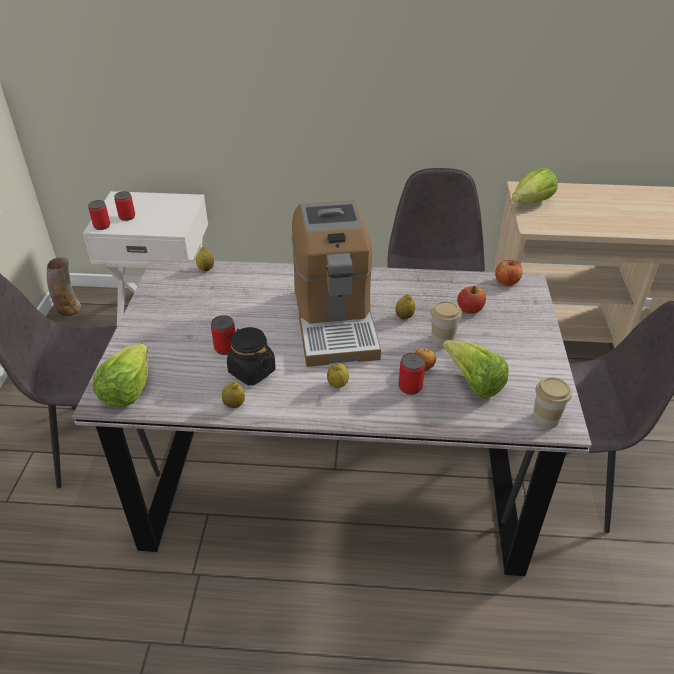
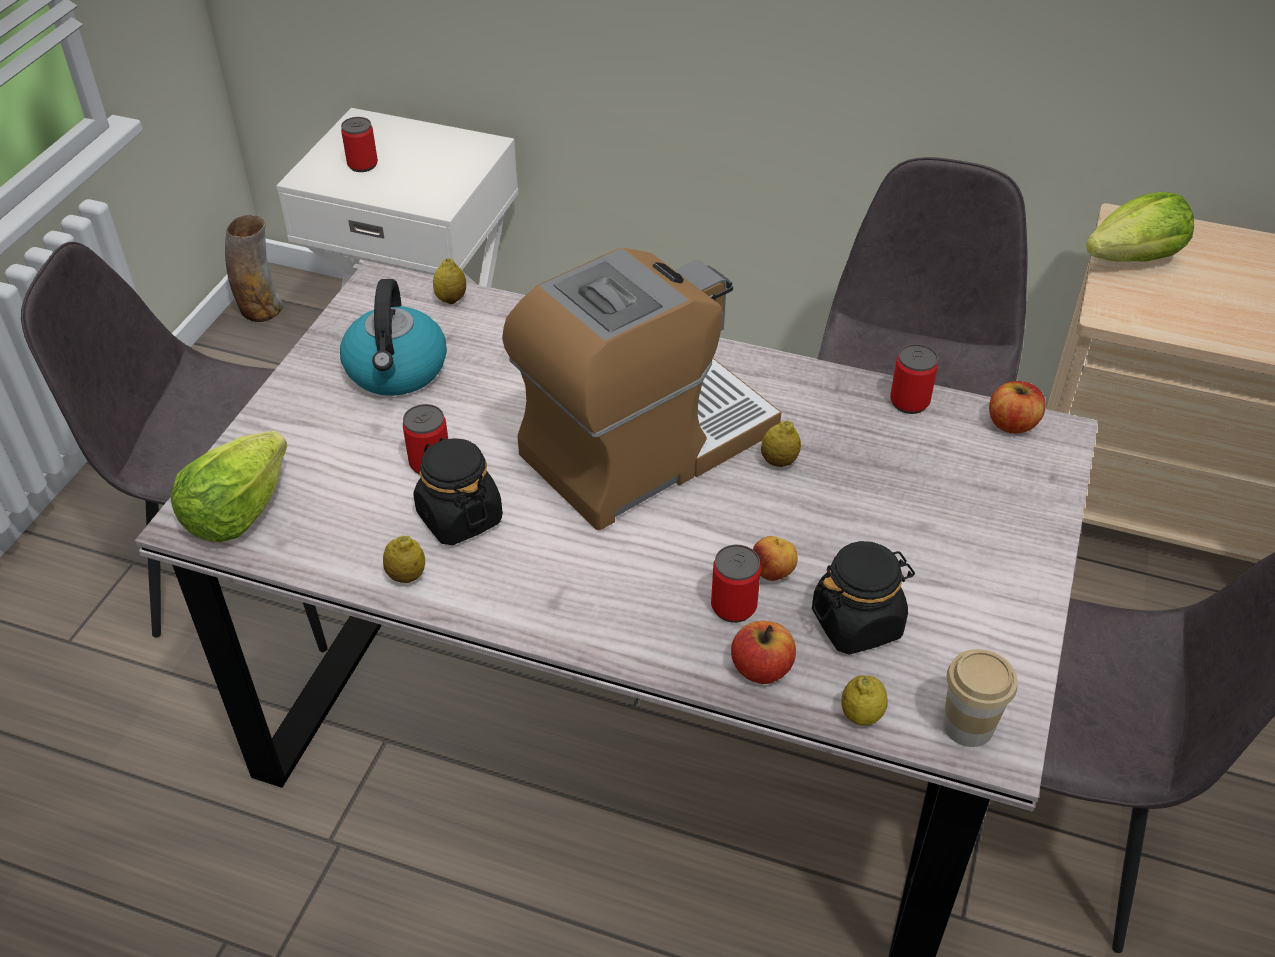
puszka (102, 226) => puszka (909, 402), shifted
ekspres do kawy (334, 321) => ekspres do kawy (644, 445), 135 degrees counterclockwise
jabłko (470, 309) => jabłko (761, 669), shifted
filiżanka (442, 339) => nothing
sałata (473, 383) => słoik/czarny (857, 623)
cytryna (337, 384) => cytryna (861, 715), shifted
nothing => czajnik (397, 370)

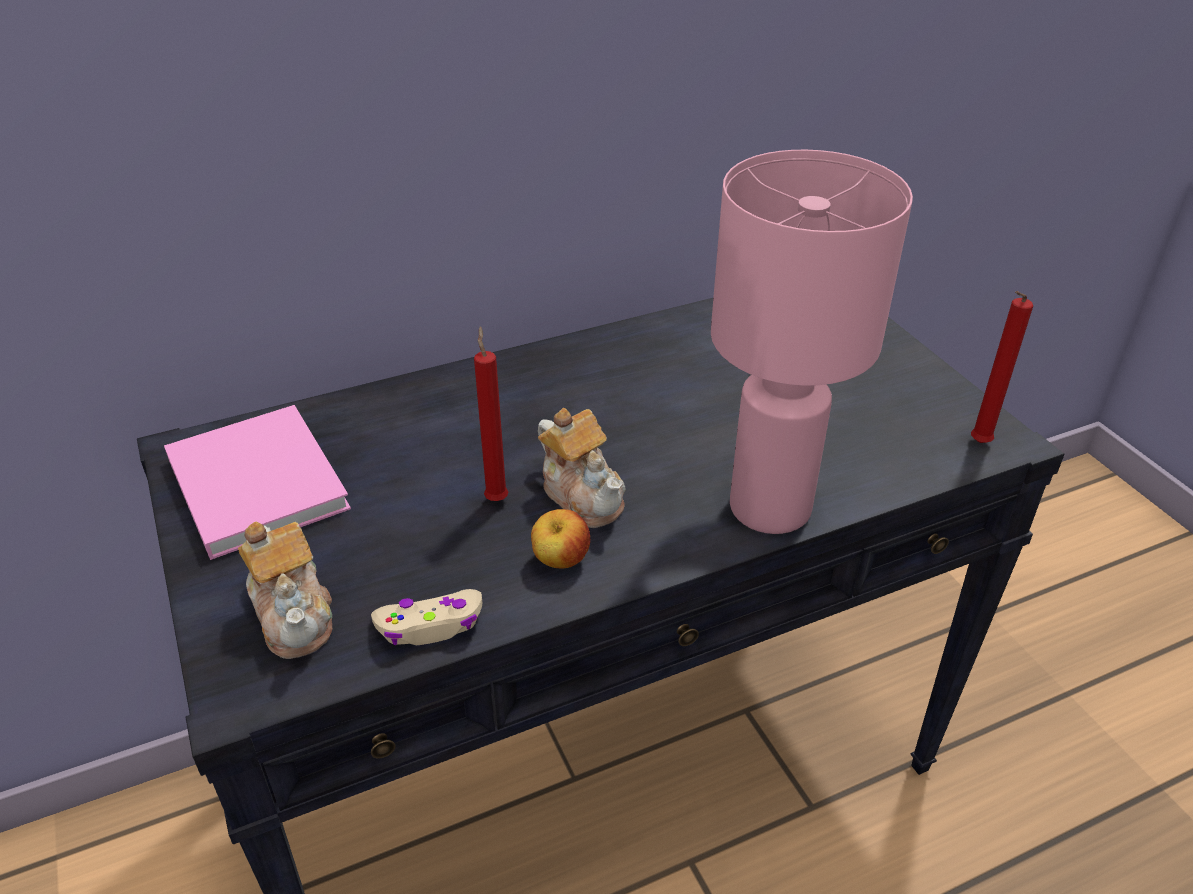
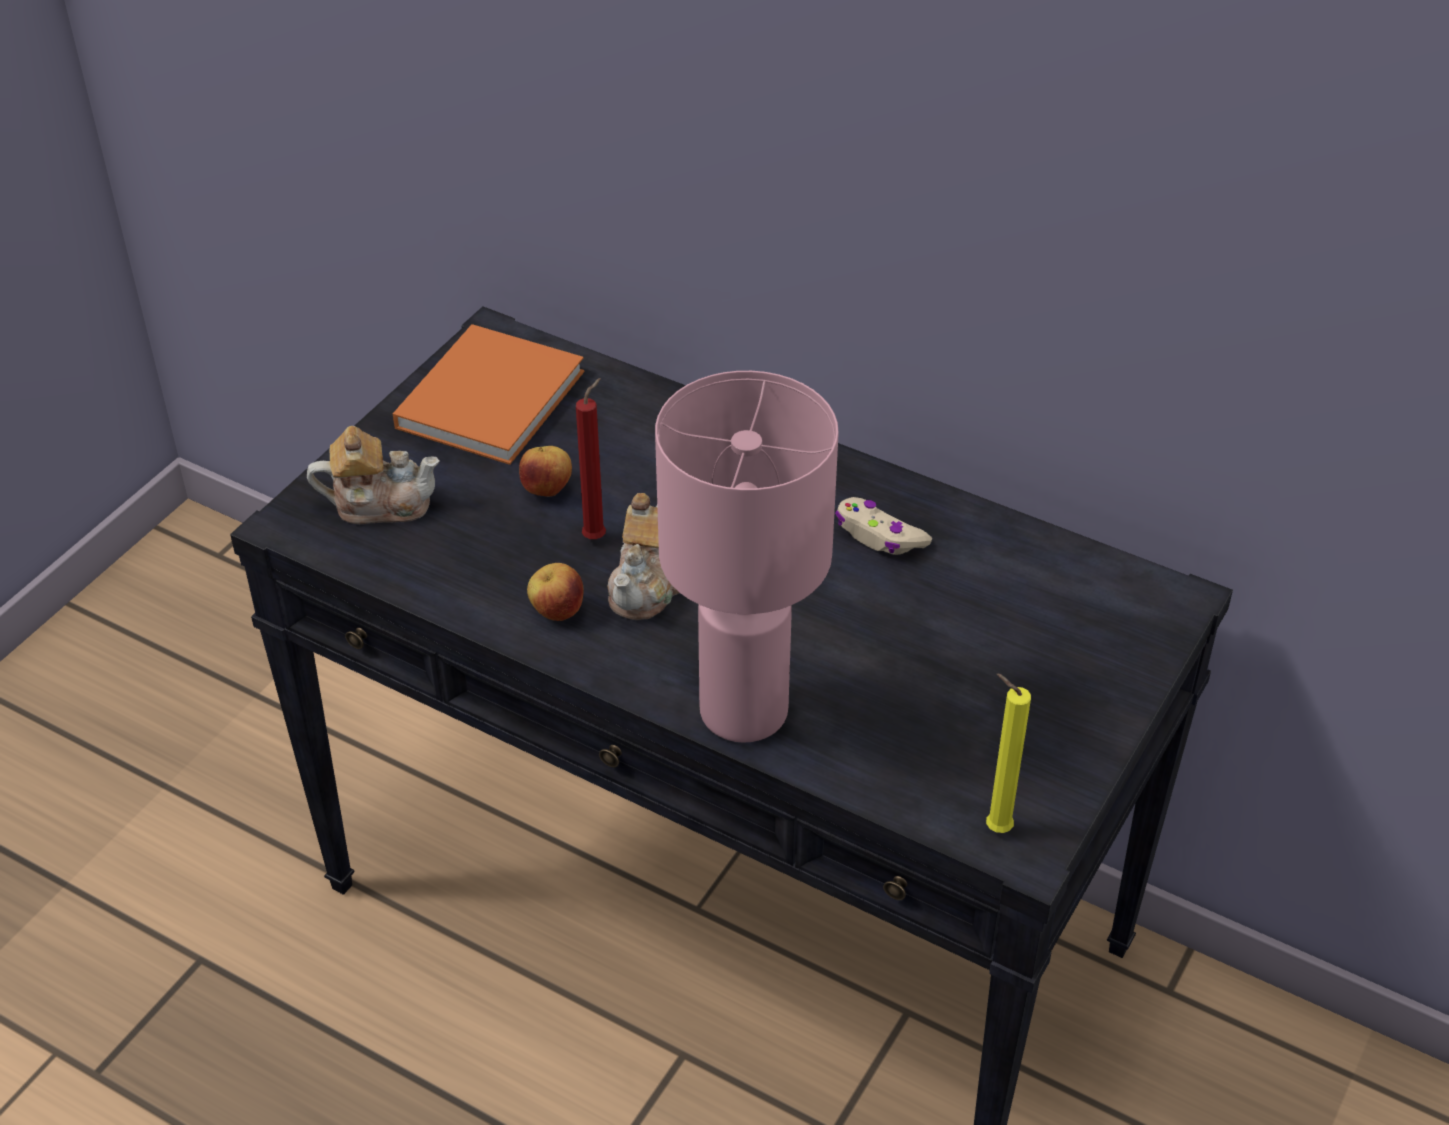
świeca/czerwony (977, 444) => świeca/żółty (994, 828)
książka/różowy (255, 480) => książka/pomarańczowy (493, 396)
imbryk (295, 615) => imbryk (380, 503), 120 degrees counterclockwise
pad do gier/beżowy (431, 625) => pad do gier/beżowy (879, 536), shifted
nothing => jabłko (547, 490)

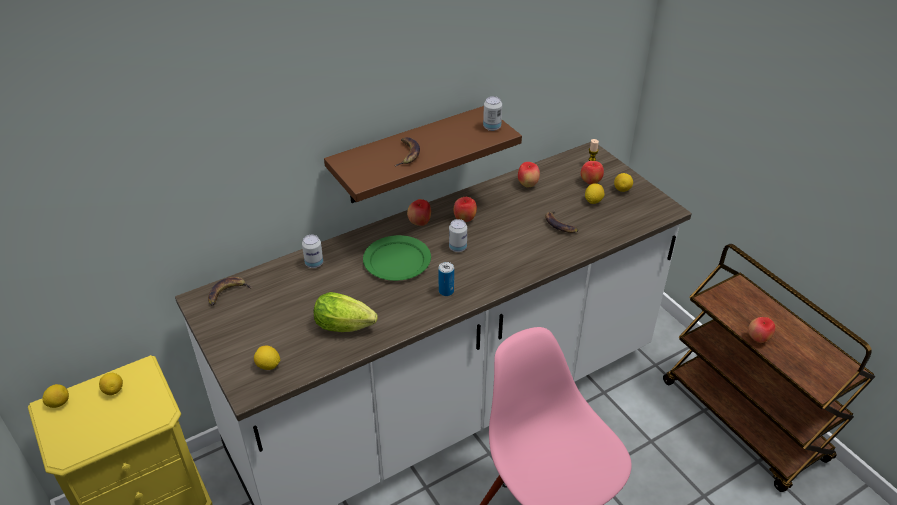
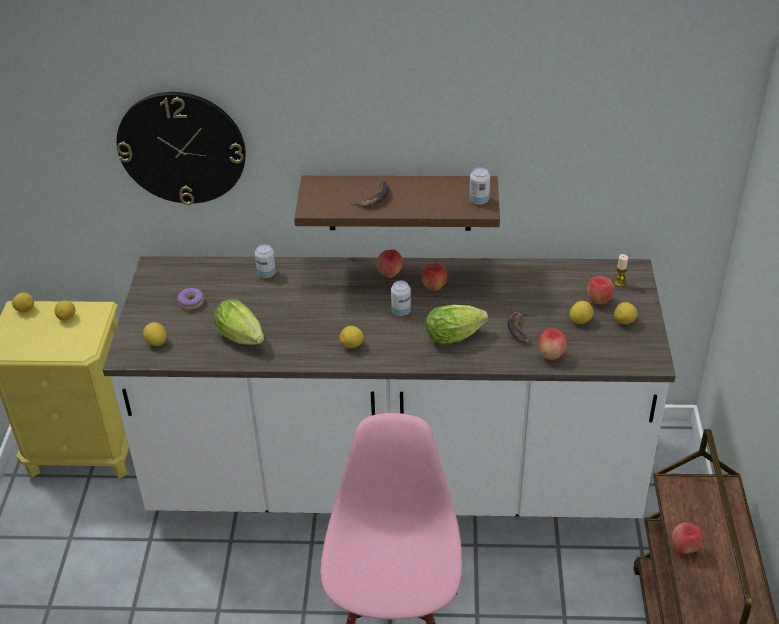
jabłko (528, 185) => jabłko (551, 356), shifted
talerz/zielony (397, 261) => nothing
puszka (446, 291) => cytryna (352, 345)
banan (227, 293) => nothing
nothing => zegar ścienny (182, 147)
nothing => donut (191, 302)
nothing => sałata (457, 336)

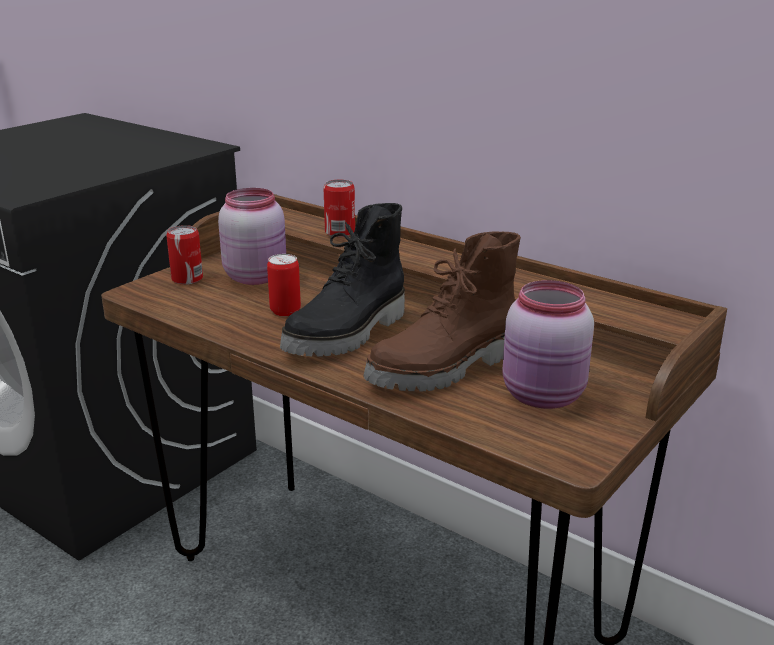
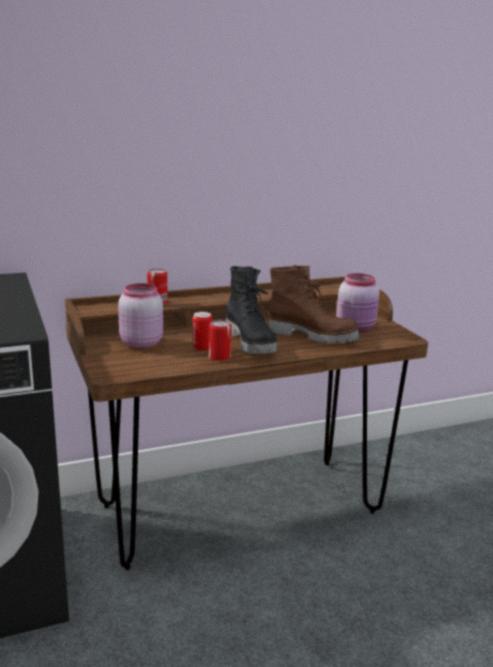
puszka (187, 279) => puszka (219, 357), shifted
but z cholewką/brązowy (445, 369) => but z cholewką/brązowy (312, 336), 60 degrees counterclockwise

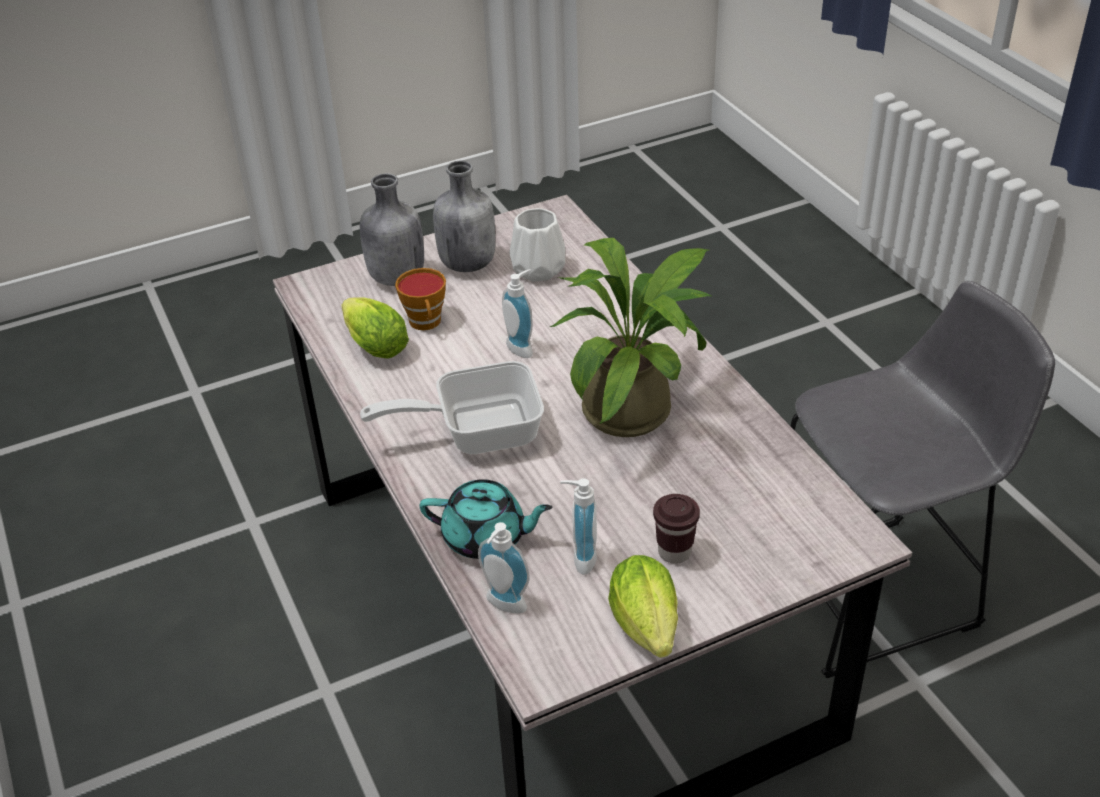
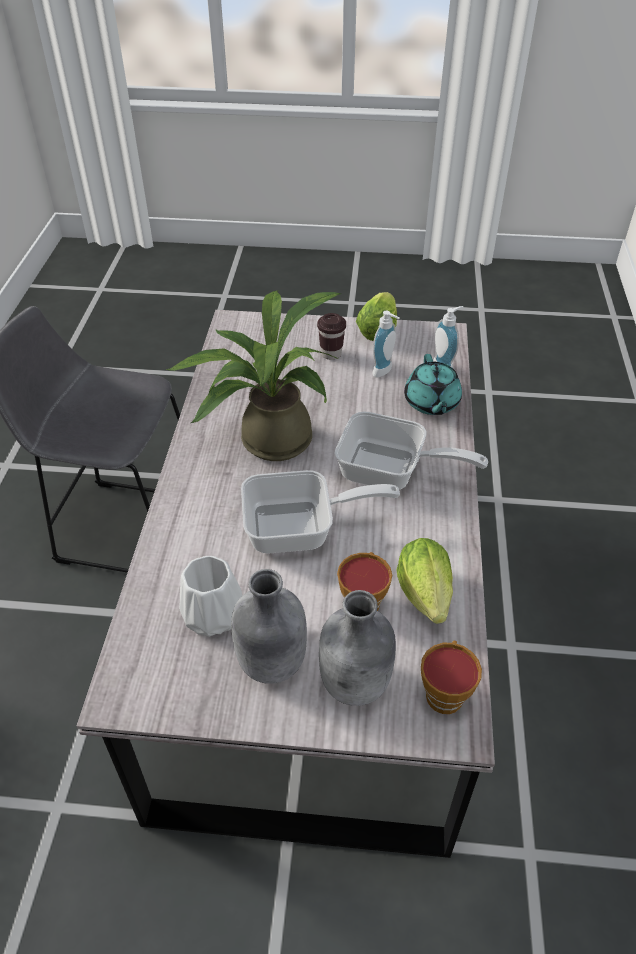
dozownik mydła (522, 347) => patelnia (301, 530)
imbryk/turkusowy (486, 537) => imbryk/turkusowy (431, 403), 135 degrees counterclockwise
nothing => filiżanka (444, 692)

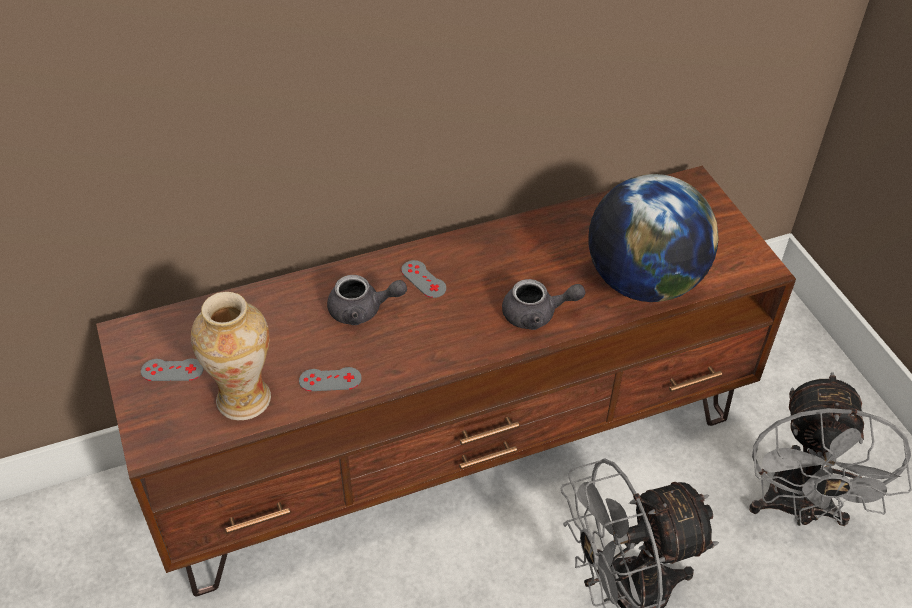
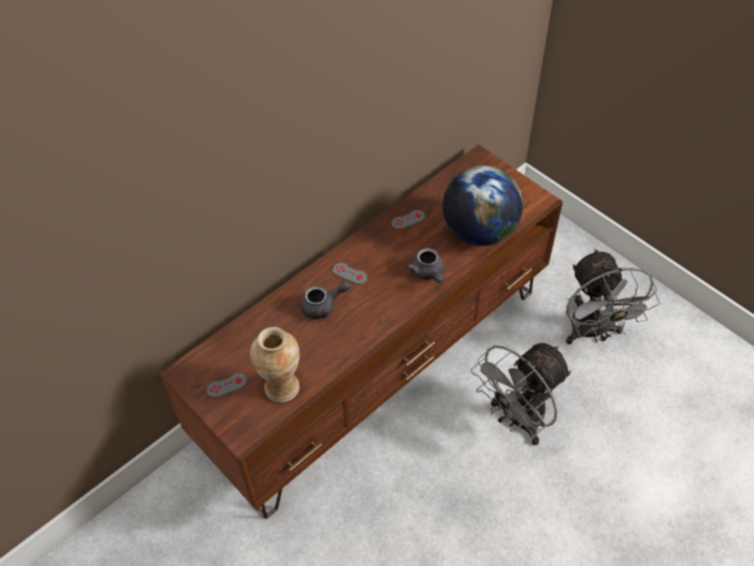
imbryk/szary (537, 315) => imbryk/szary (428, 273), 90 degrees clockwise
pad do gier/szary (330, 379) => pad do gier/szary (408, 219), shifted

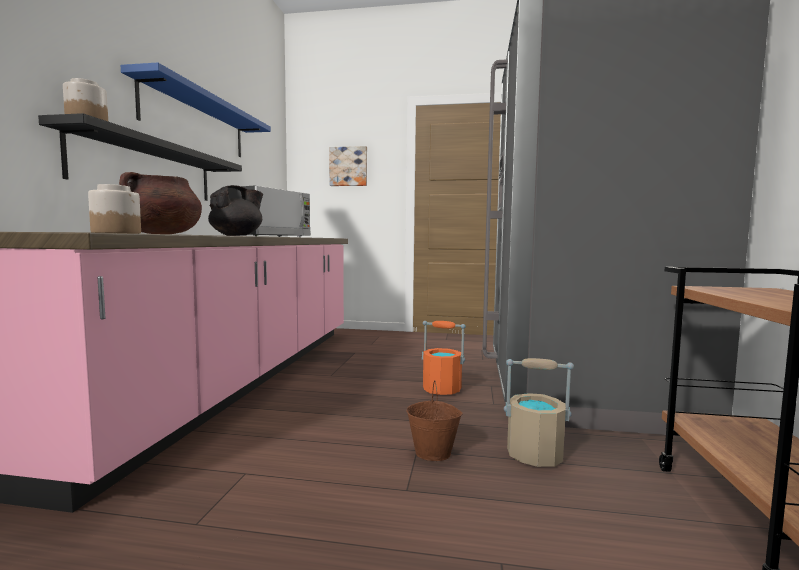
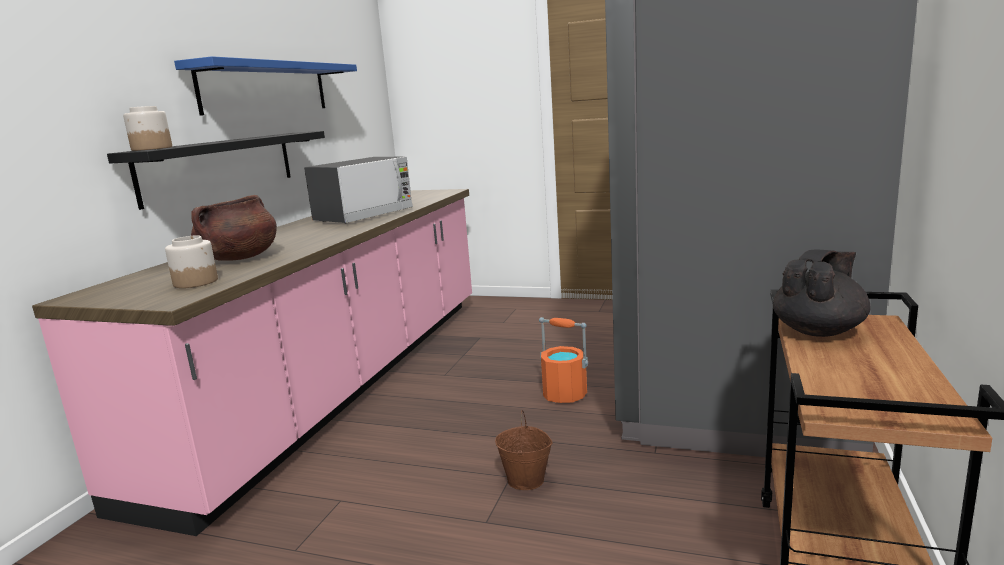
obraz (348, 166) => nothing
imbryk/czarny (237, 235) => imbryk/czarny (819, 331), shifted
wiadro/beżowy (534, 455) => nothing

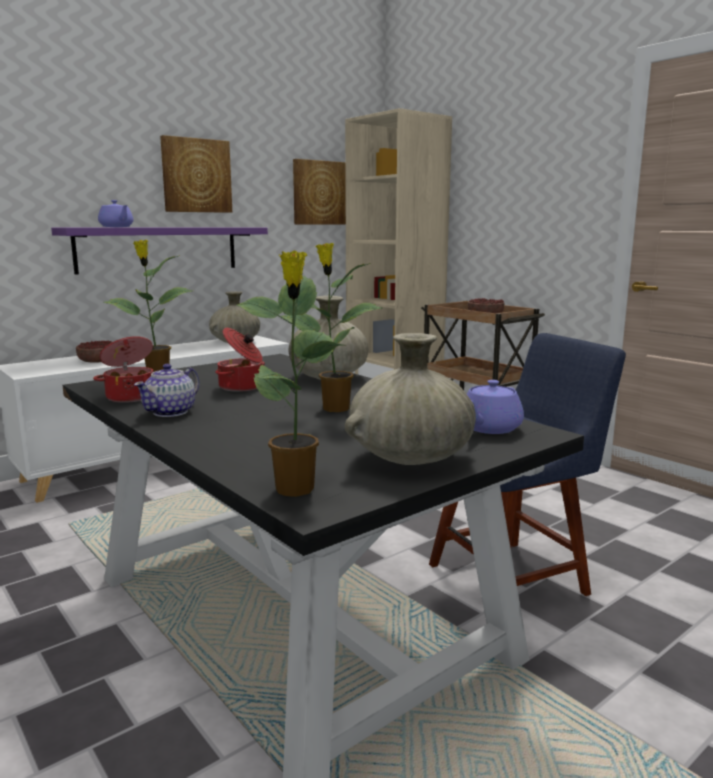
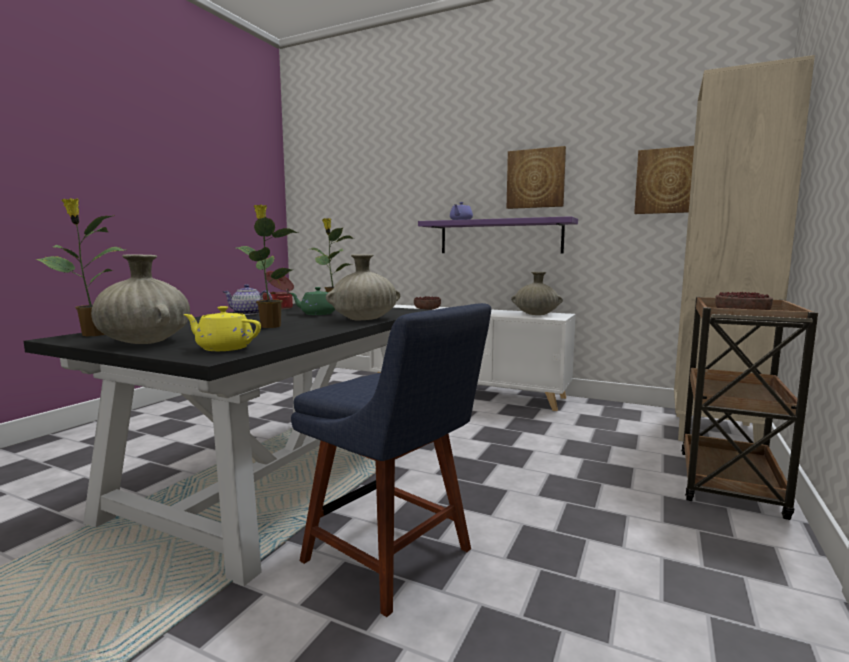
garnek (242, 387) => imbryk/zielony (317, 314)
imbryk/fioletowy (489, 428) => imbryk/żółty (223, 348)

